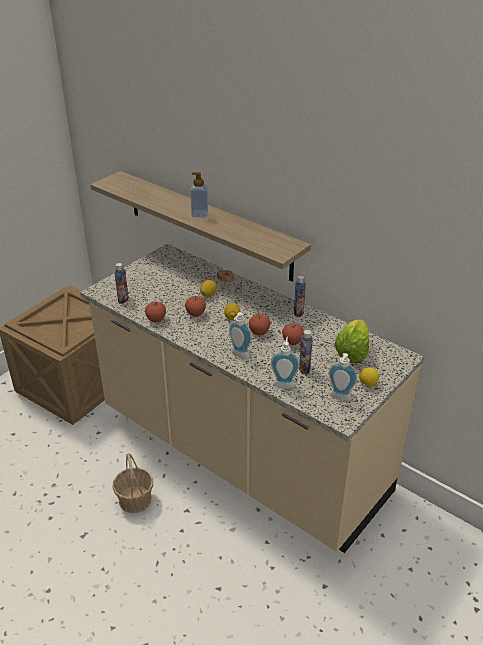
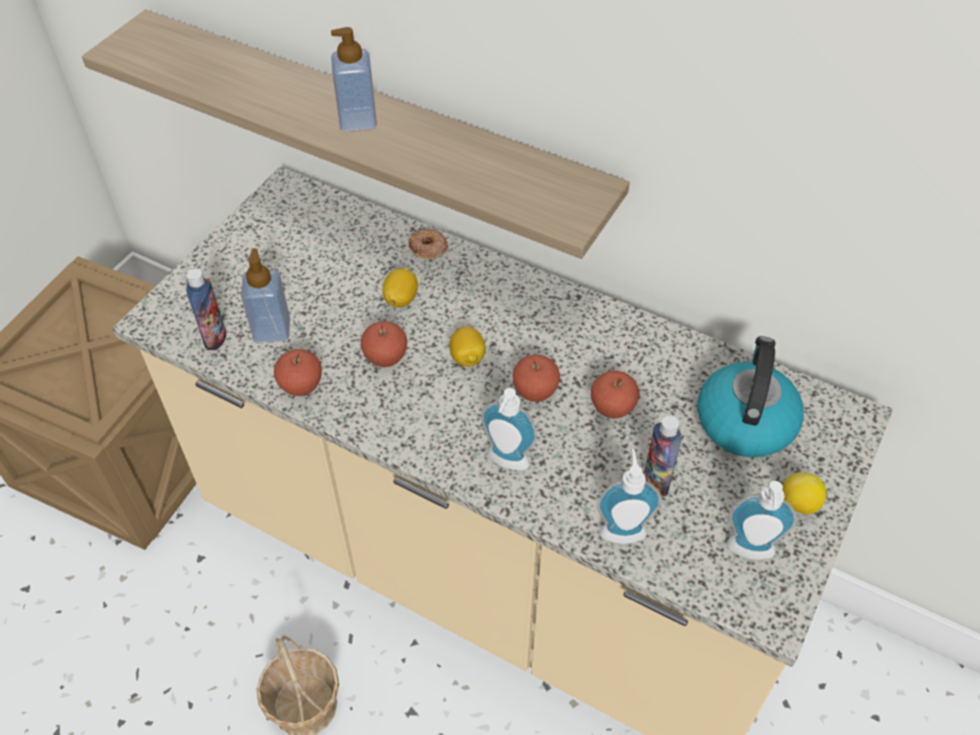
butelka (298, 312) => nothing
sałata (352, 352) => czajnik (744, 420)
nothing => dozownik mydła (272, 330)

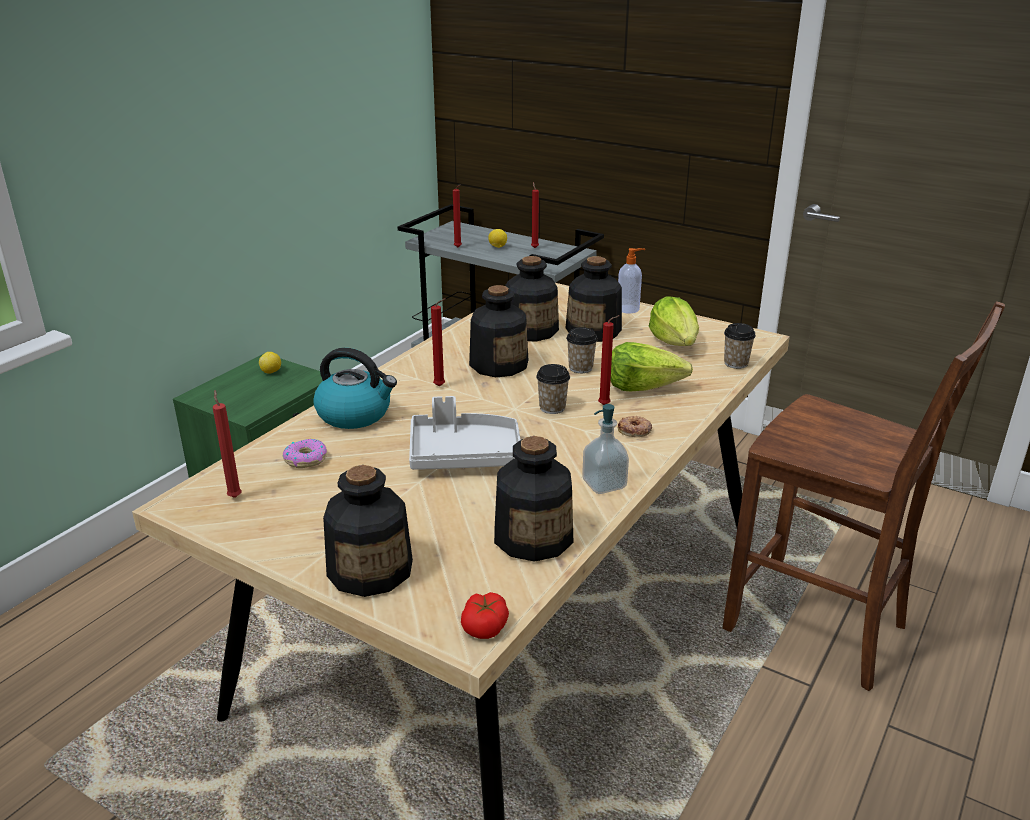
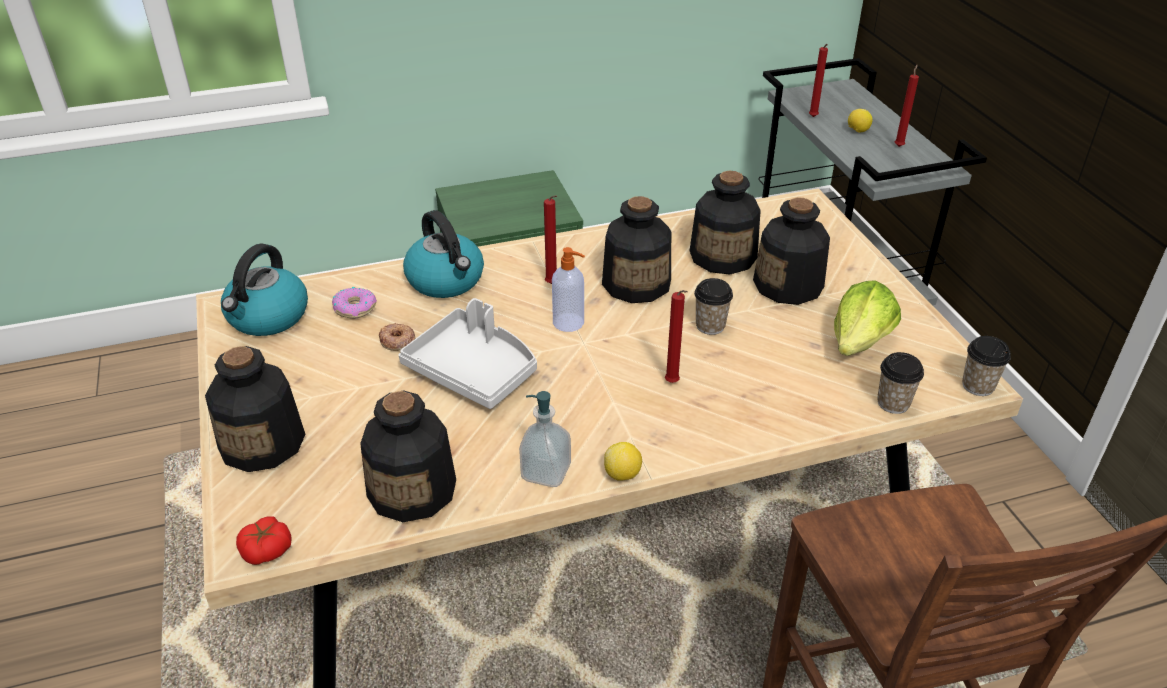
dozownik mydła (629, 309) => dozownik mydła (569, 323), shifted
sałata (643, 386) => nothing
cytryna (271, 372) => cytryna (622, 474), shifted
filiżanka (552, 408) => filiżanka (978, 386), shifted
świeca/czerwony (234, 496) => czajnik (267, 317)
donut (634, 430) => donut (397, 341), shifted

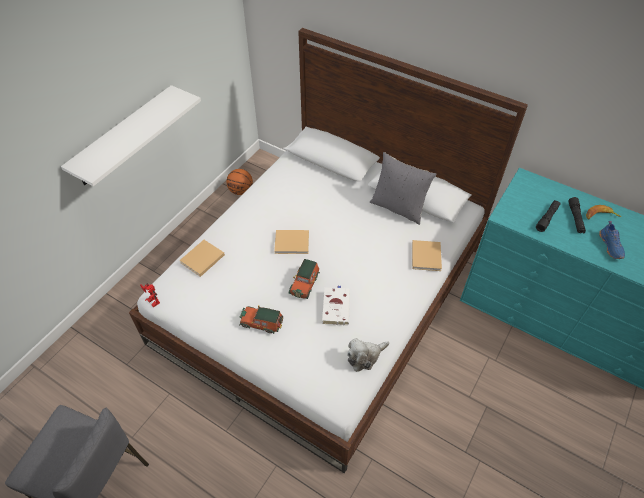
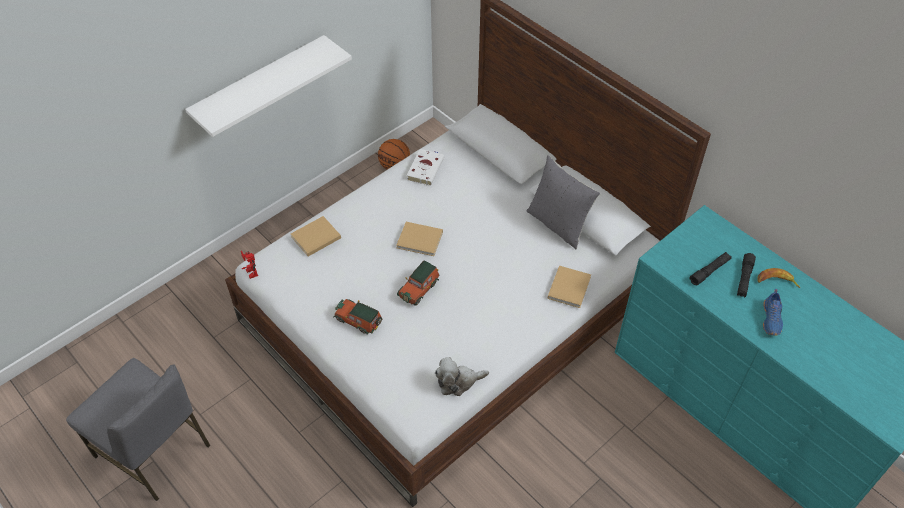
książka/biały (335, 306) => książka/biały (425, 168), shifted

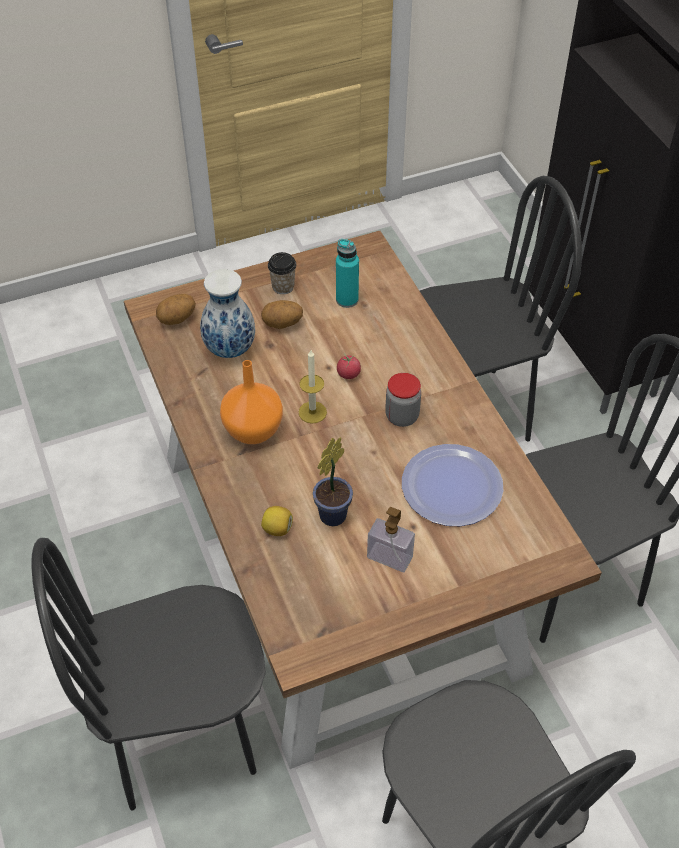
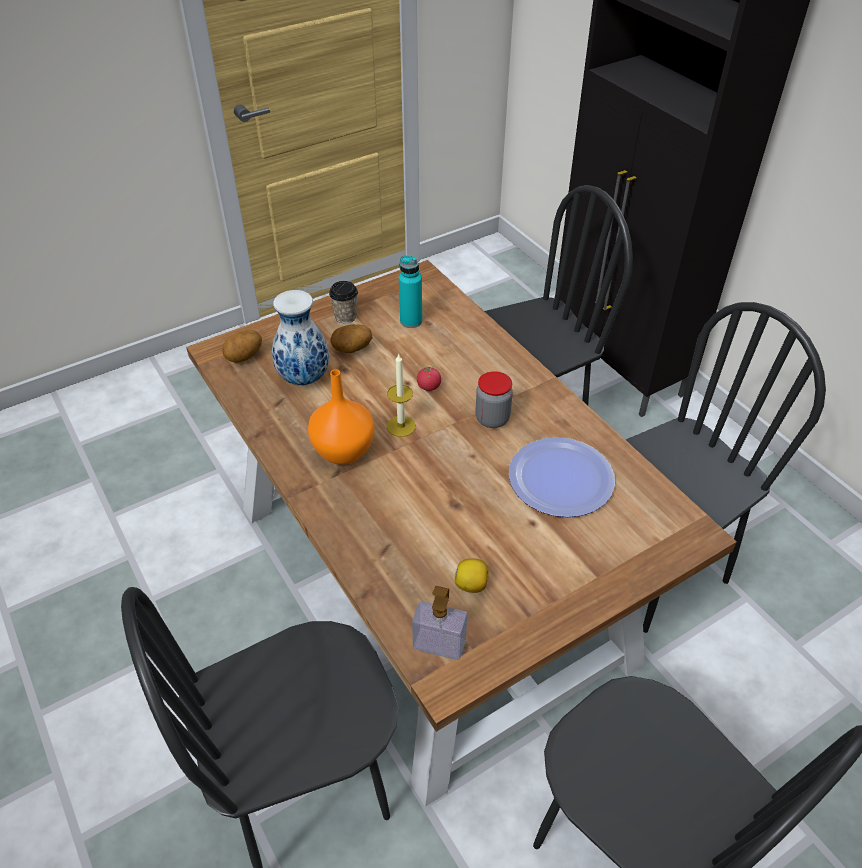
roślina doniczkowa (335, 513) => nothing
cytryna (277, 529) => cytryna (471, 584), shifted
dozownik mydła (389, 557) => dozownik mydła (439, 644), shifted

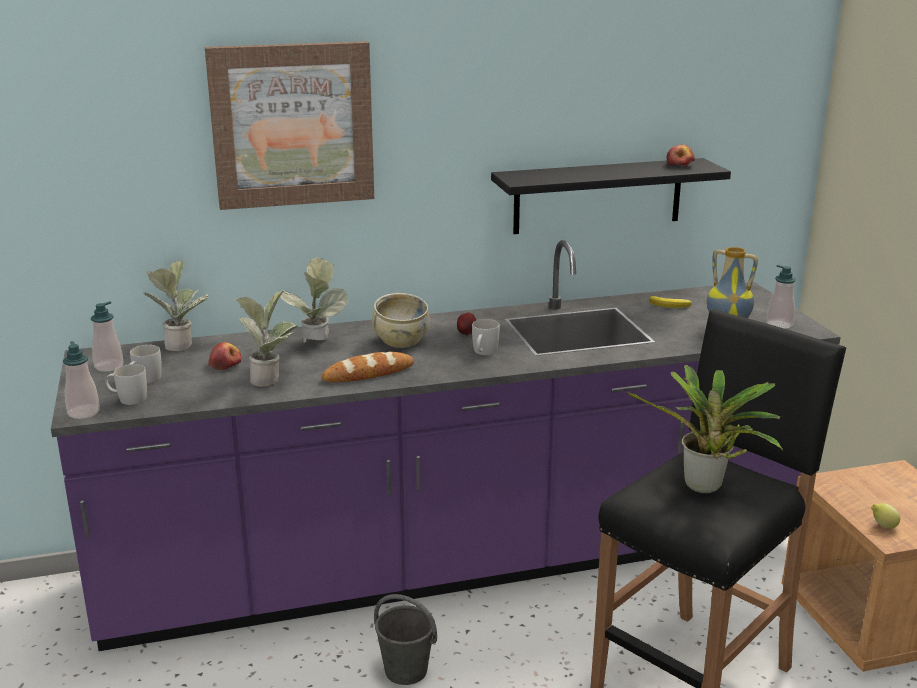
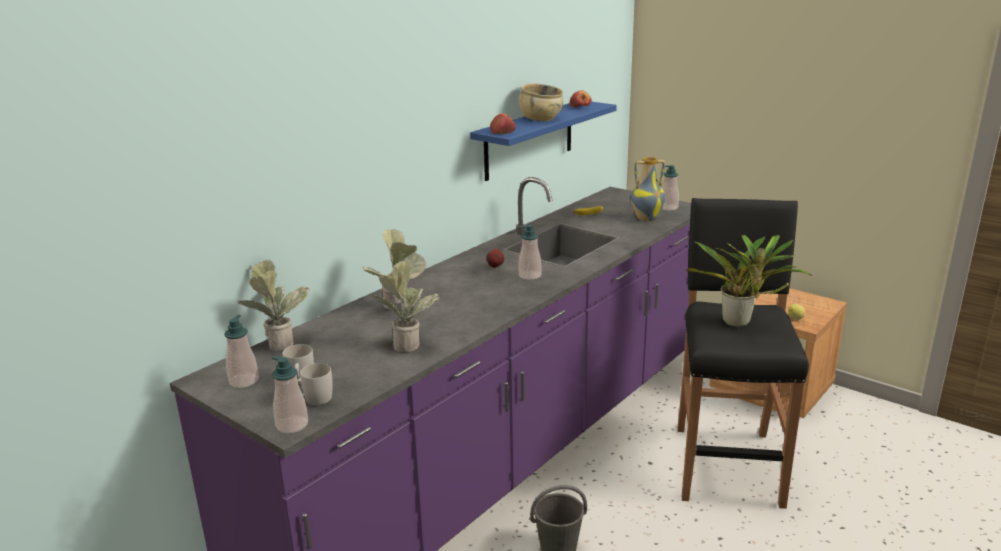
obraz (292, 125) => nothing
półka/czarny (598, 196) => półka/niebieski (529, 139)
miska/beżowy (401, 341) => miska/beżowy (540, 118), shifted
kubek/biały (483, 353) => dozownik mydła (529, 276)
jabłko (225, 364) => jabłko (503, 131), shifted
chleb (368, 373) => nothing

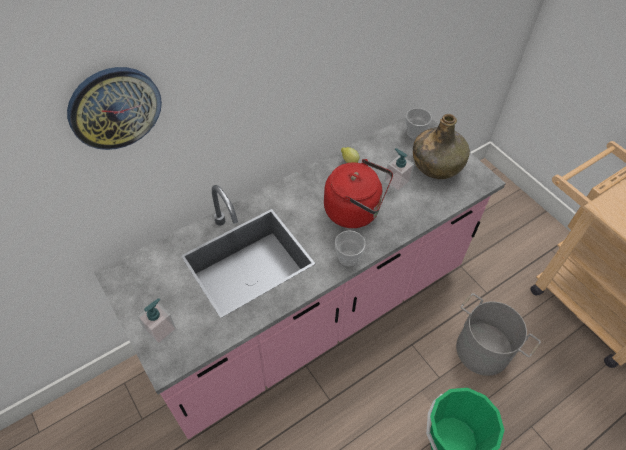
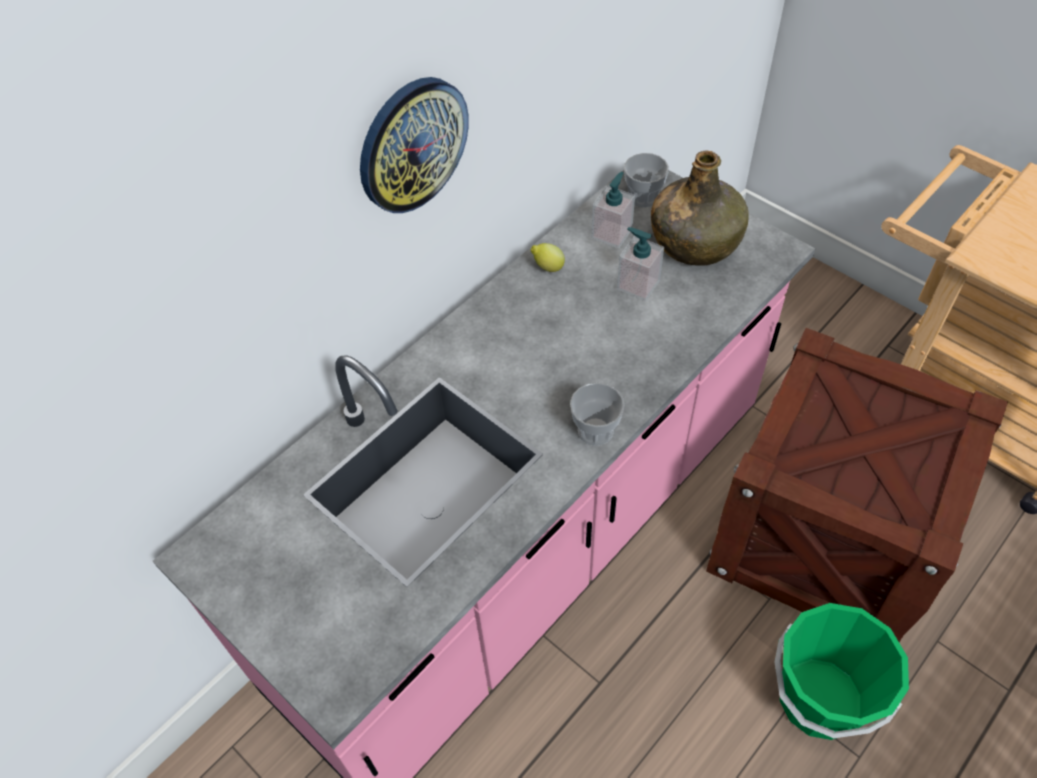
zegar ścienny (114, 108) => zegar ścienny (412, 145), shifted
czajnik/czerwony (355, 211) => nothing
wiadro/szary (482, 350) => skrzynka (825, 536)
dozownik mydła (161, 330) => dozownik mydła (612, 234), shifted

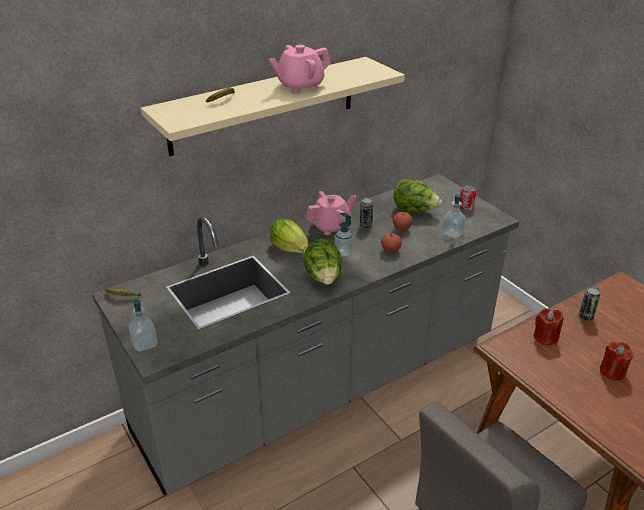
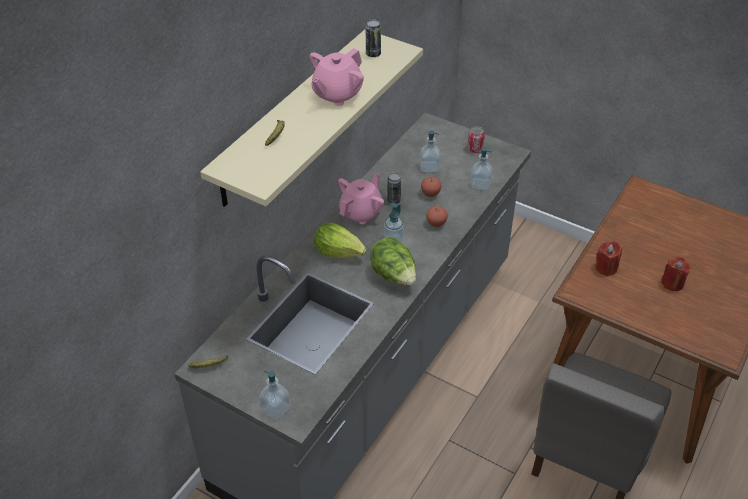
sałata (414, 210) => dozownik mydła (429, 167)
puszka (585, 316) => puszka (373, 54), shifted

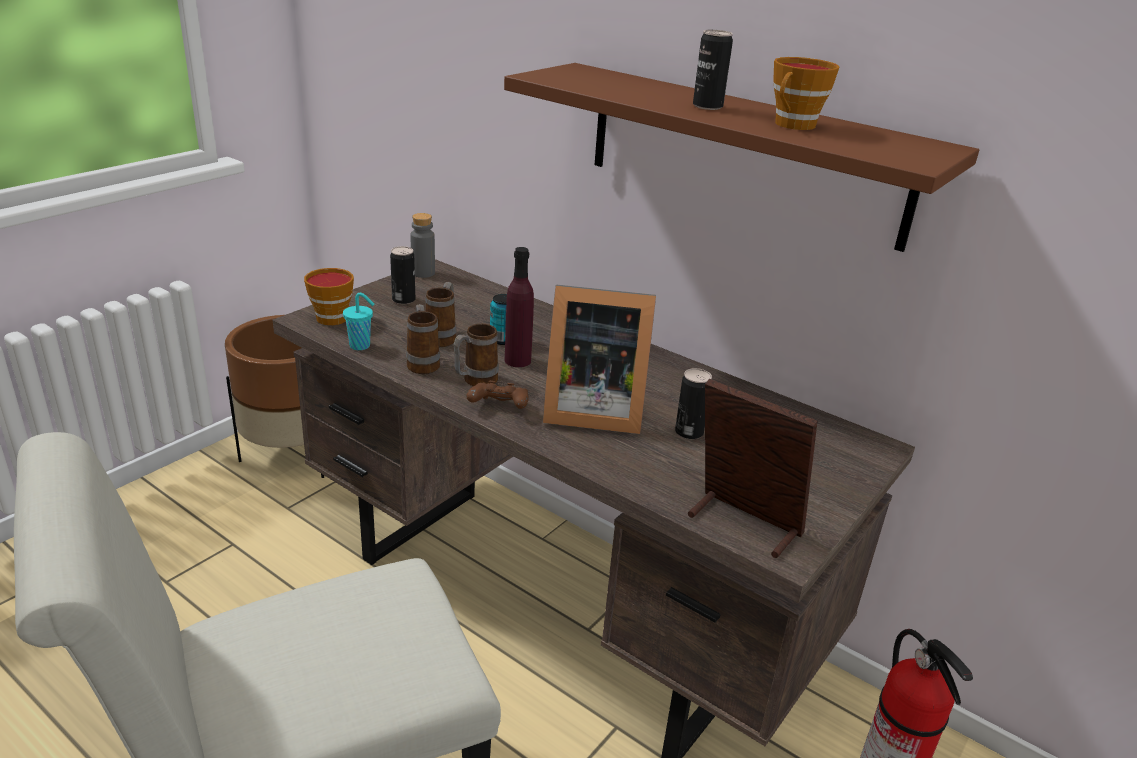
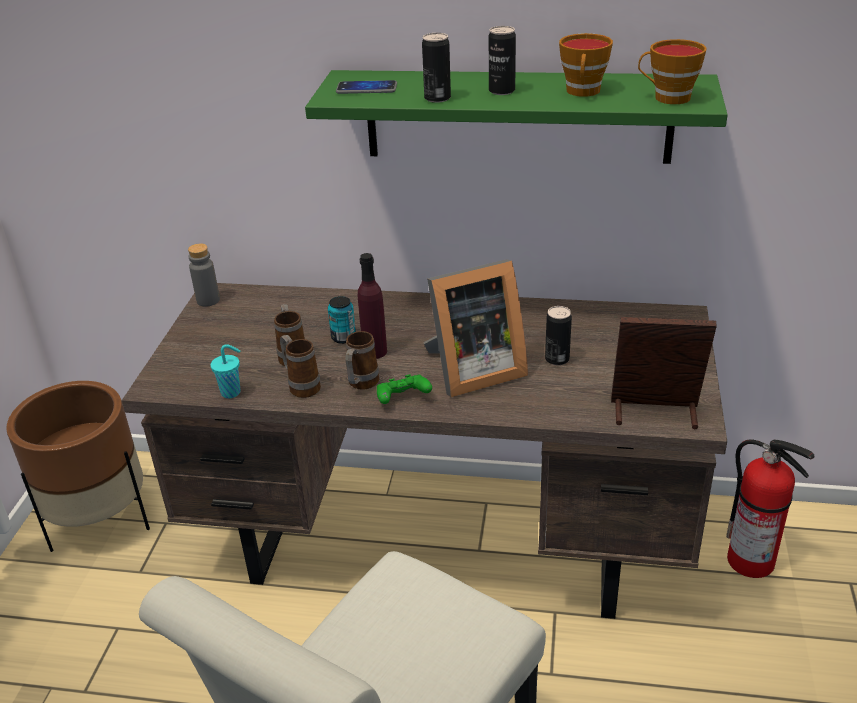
półka/brązowy (743, 153) => półka/zielony (517, 116)
puszka (403, 300) => puszka (437, 98), shifted
filiżanka (328, 317) => filiżanka (667, 98), shifted
pad do gier/brązowy (499, 407) => pad do gier/zielony (402, 399)
nothing => telefon (366, 89)

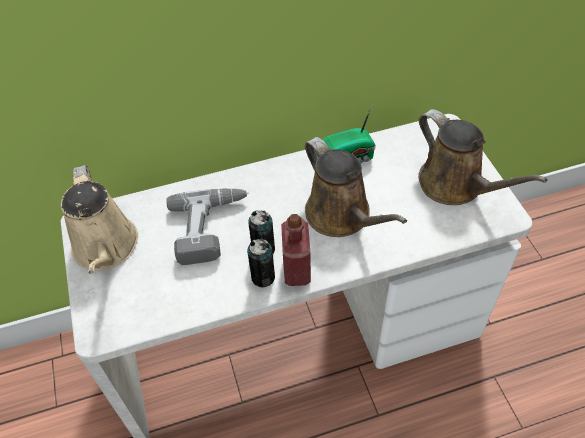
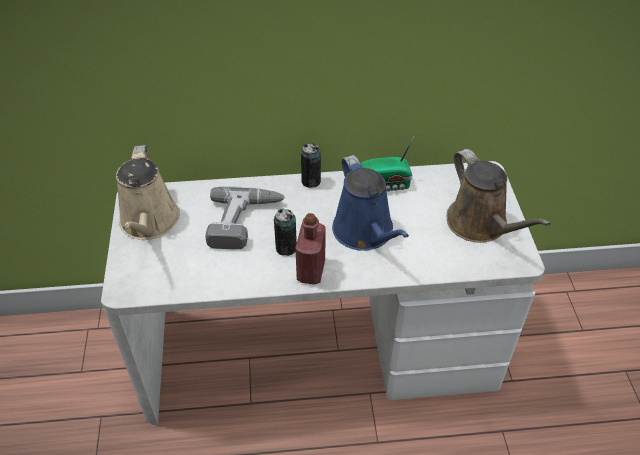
konewka/brązowy (342, 216) => konewka/niebieski (365, 233)
puszka (263, 277) => puszka (311, 181), shifted

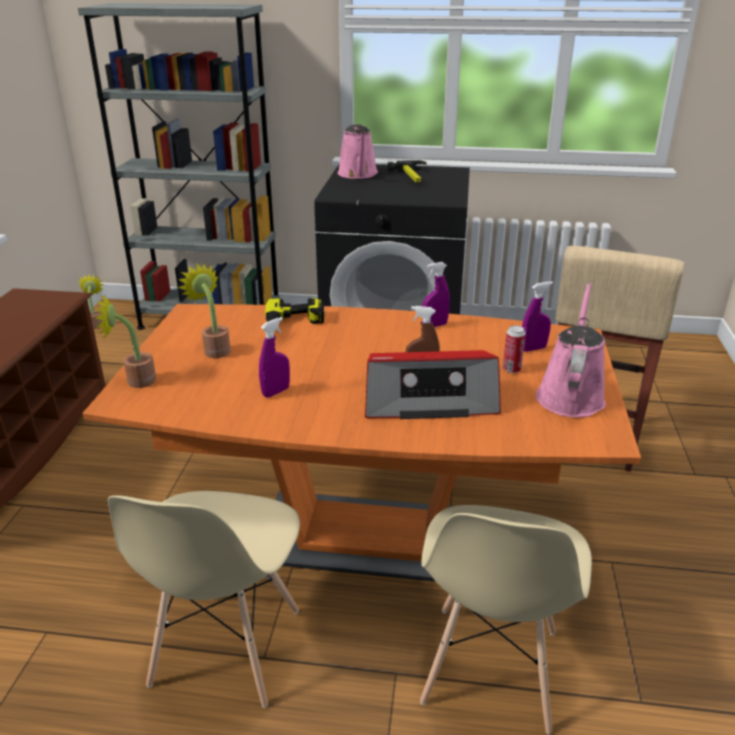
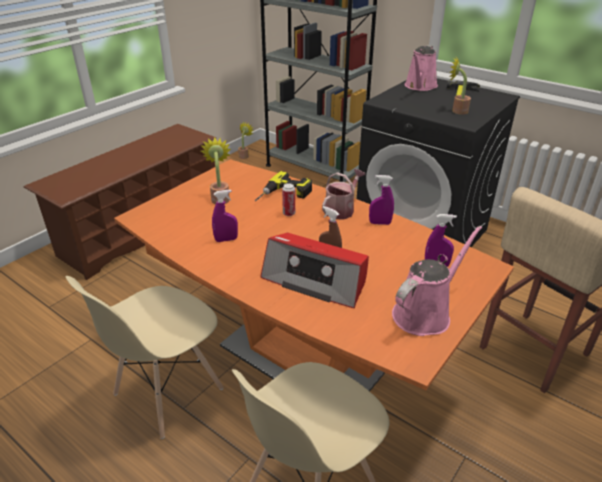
roślina doniczkowa (135, 381) => roślina doniczkowa (456, 111), shifted
puszka (511, 369) => puszka (289, 213), shifted
nothing => konewka (341, 209)

